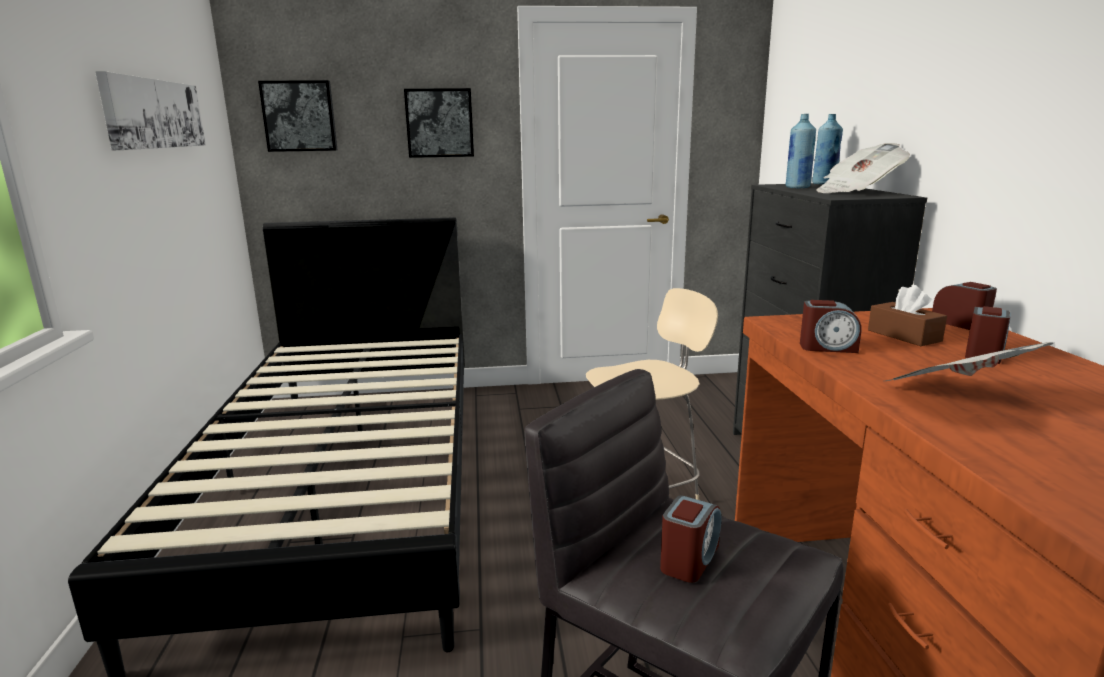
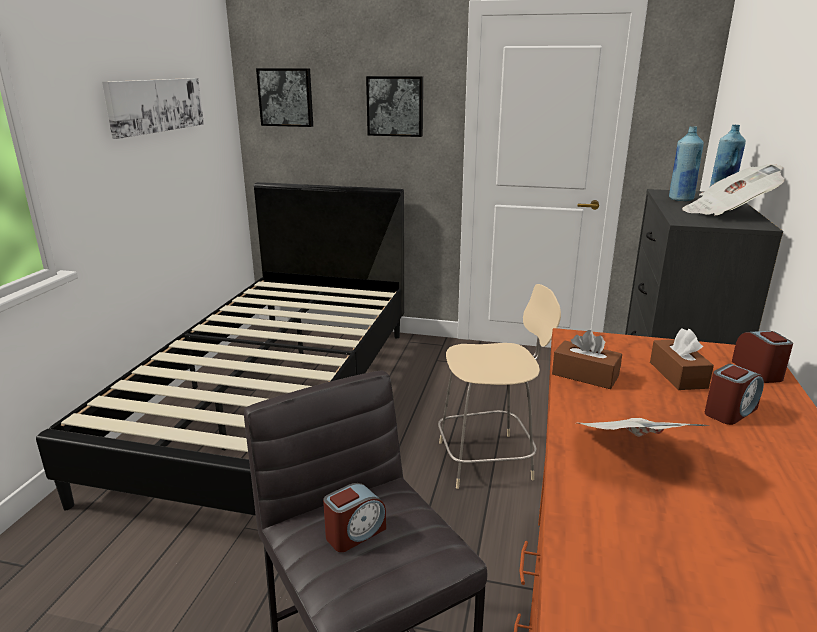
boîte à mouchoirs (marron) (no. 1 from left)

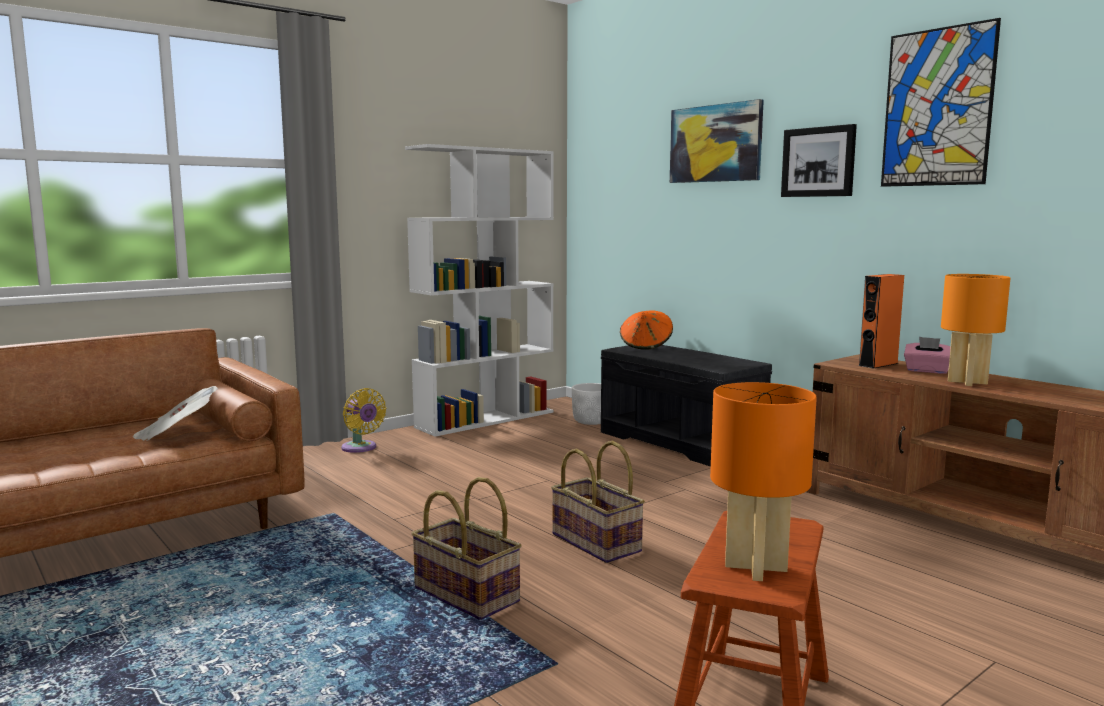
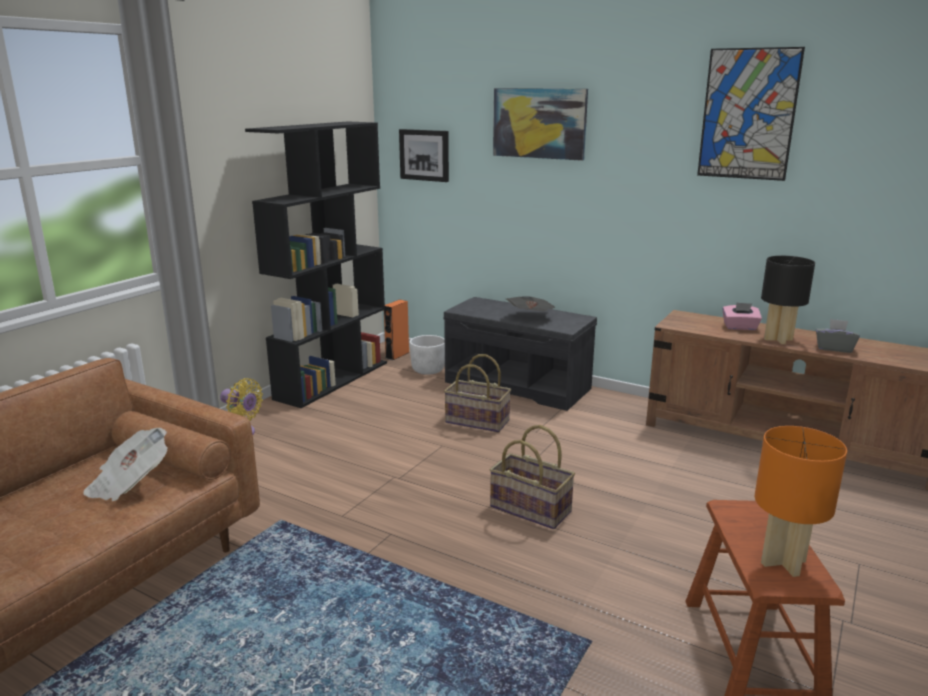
bibliothèque (noir)
panier (no. 1 from left)
chapeau (orange)
tableau (no. 1 from left)
enceinte (orange)
lampe de table (noir)
journal (no. 2 from left)
boîte à mouchoirs (gris)

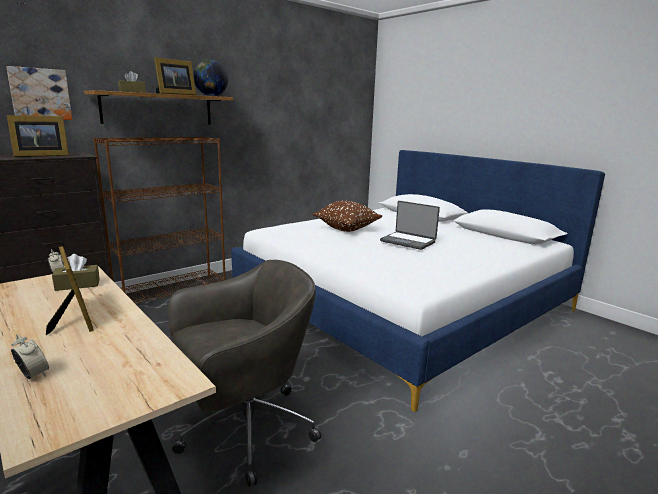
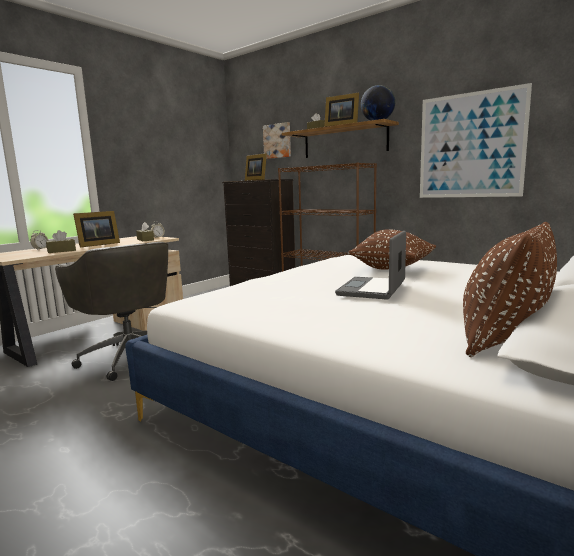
boîte à mouchoirs (marron) (no. 1 from left)
tableau (no. 2 from left)
coussin (marron) (no. 2 from left)

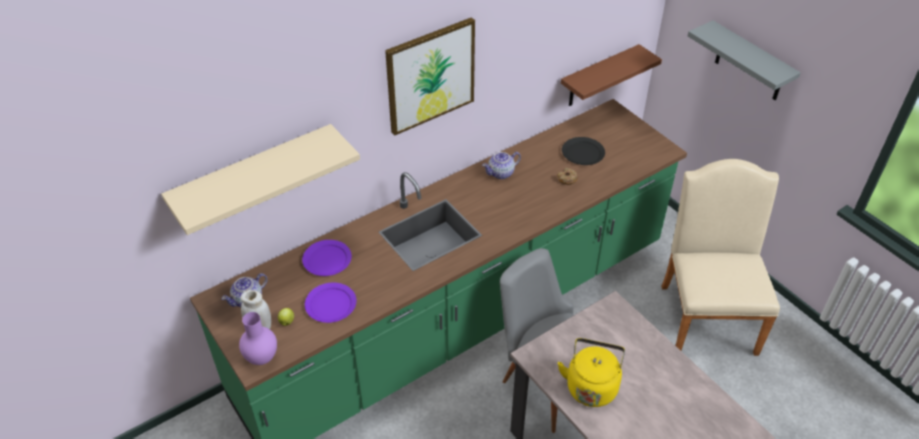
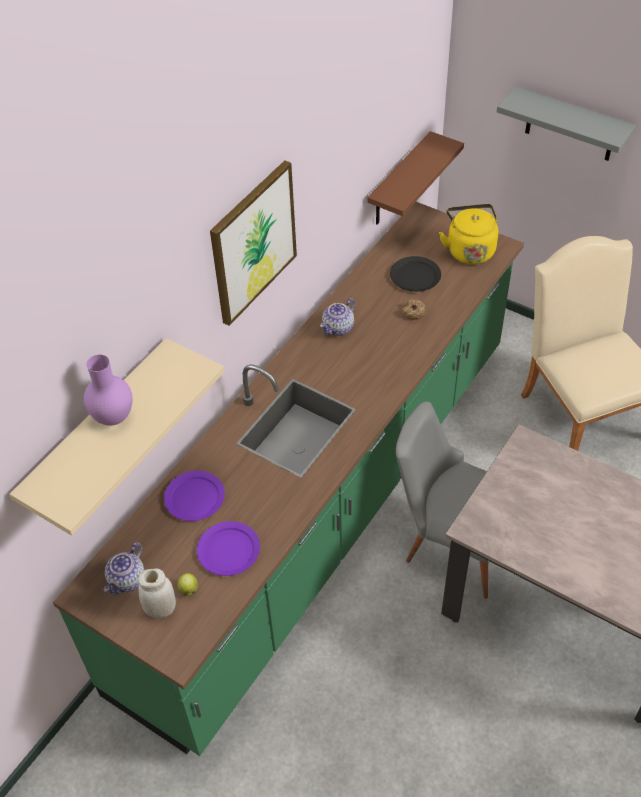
vase (violet)
bouilloire (jaune)

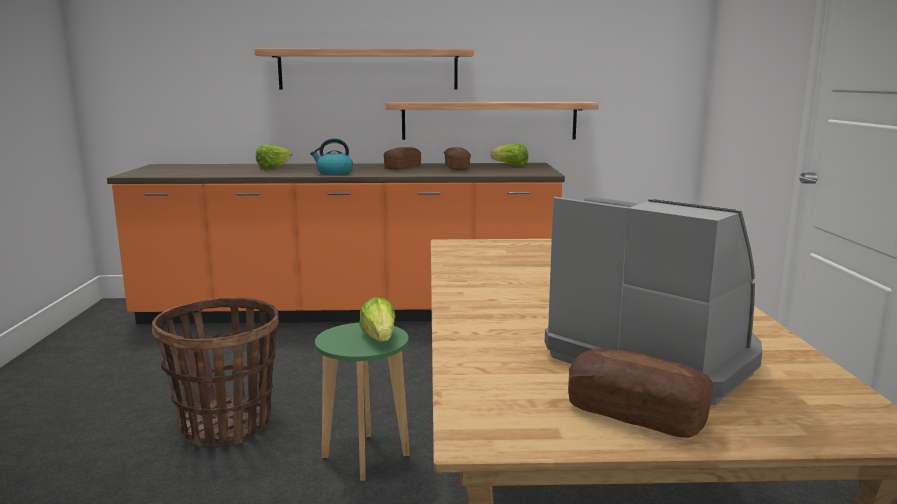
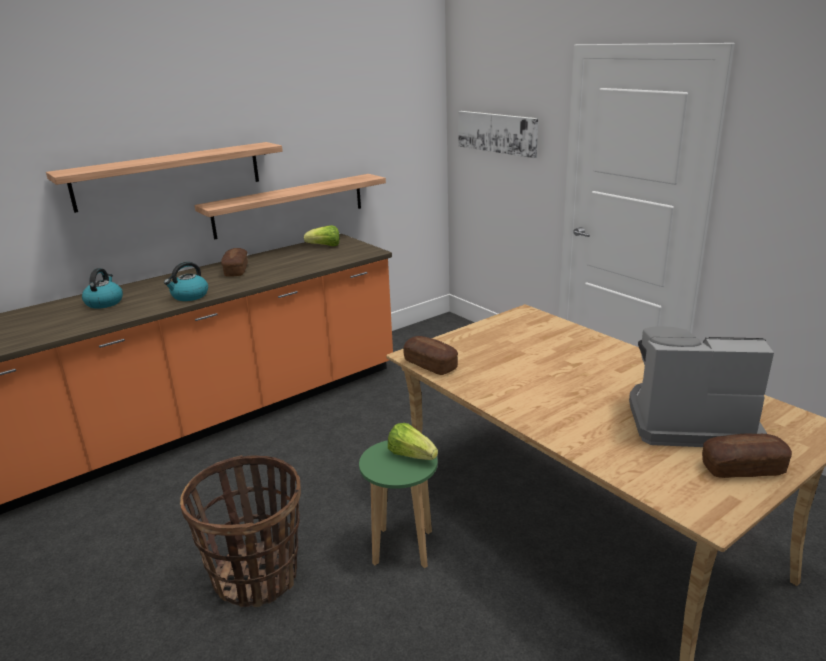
bouilloire (no. 1 from left)
pain (no. 2 from left)
tableau

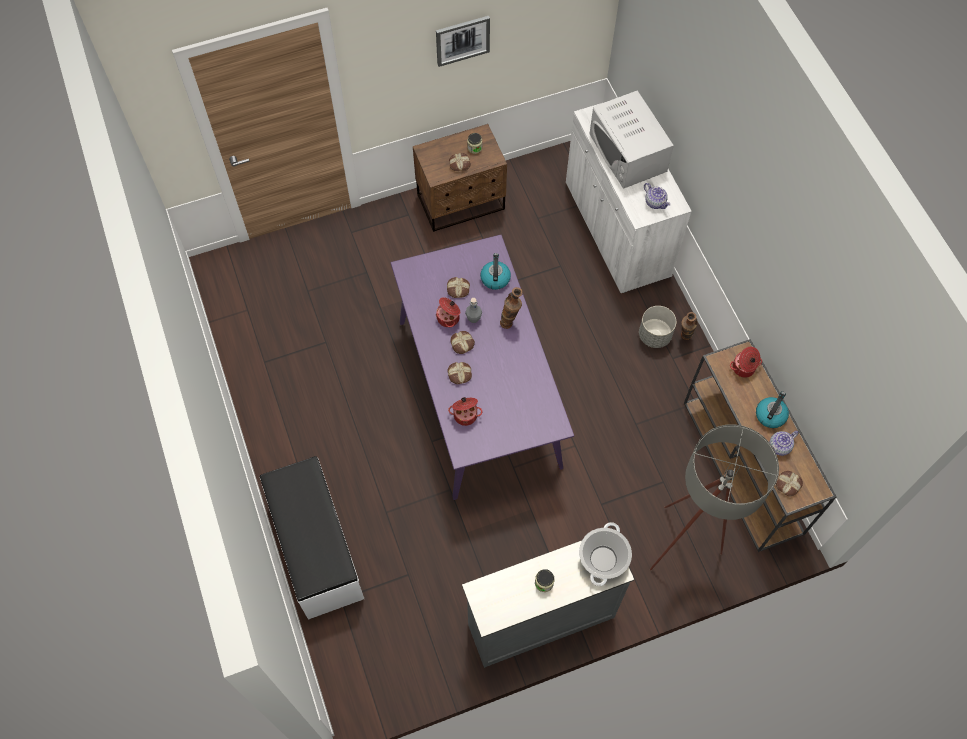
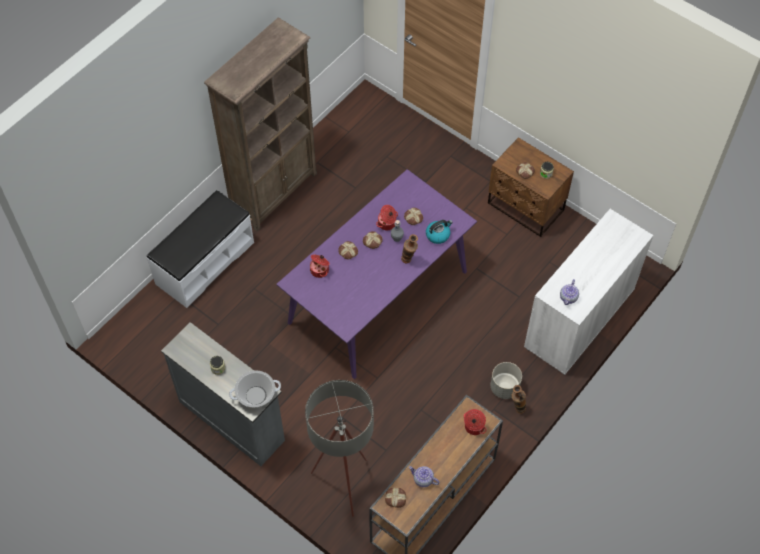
tableau
micro-ondes (blanc)
bouilloire (no. 2 from left in the first image)
bibliothèque (marron)

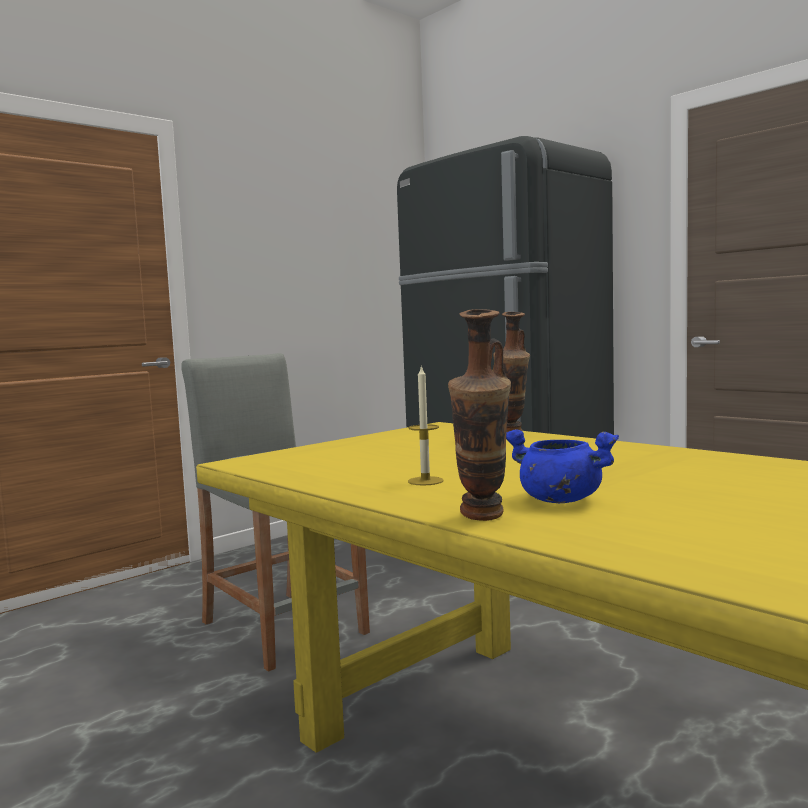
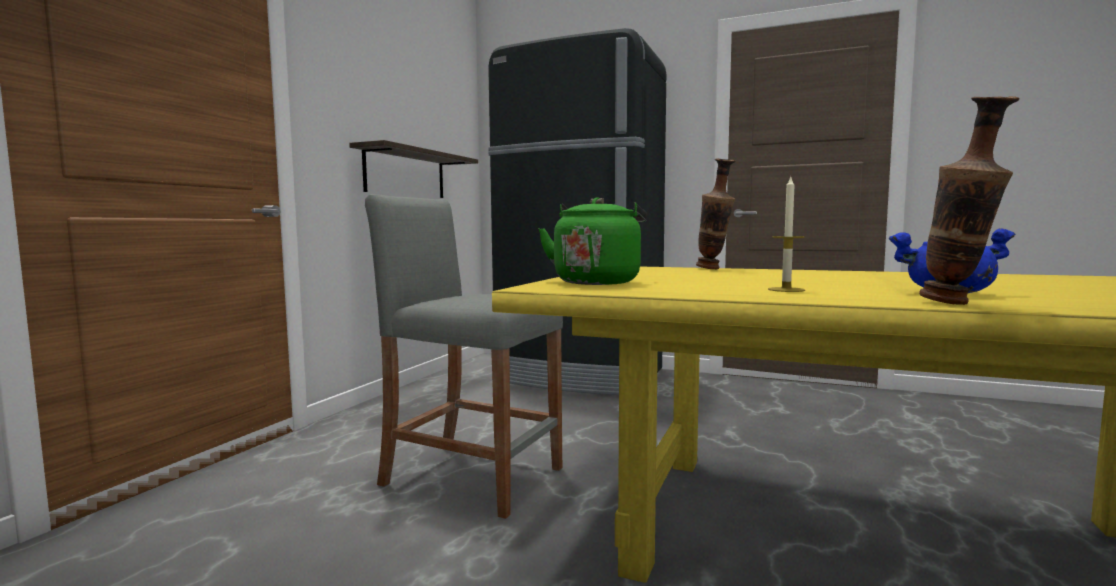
étagère
bouilloire (vert)

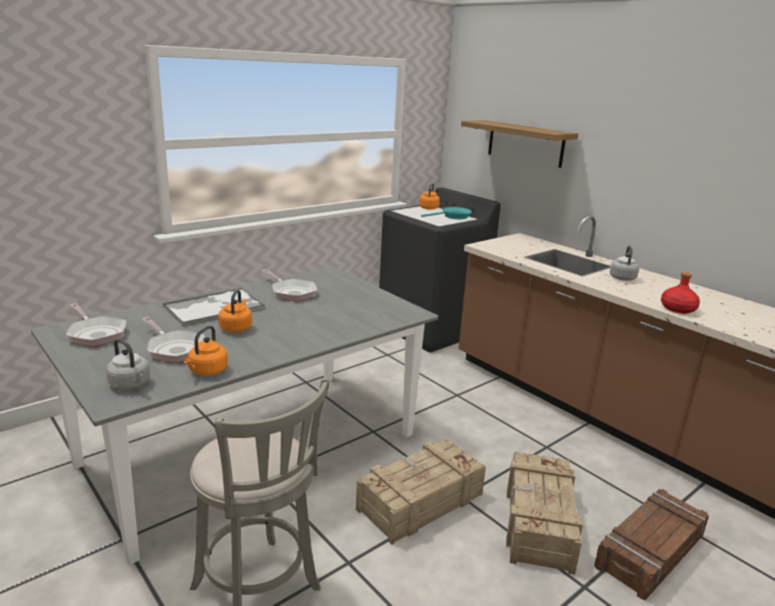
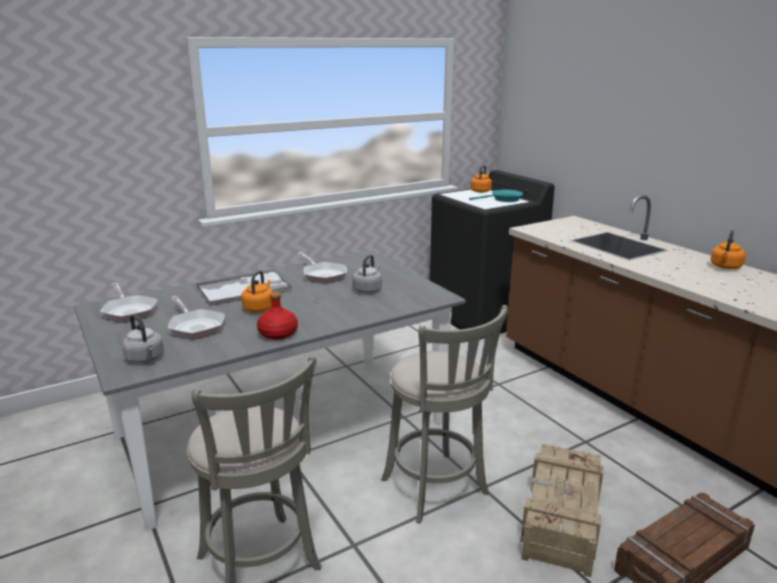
bouilloire (orange) (no. 3 from left)
tabouret (gris) (no. 2 from left)
étagère
bouilloire (gris) (no. 2 from left)
bouteille (rouge)

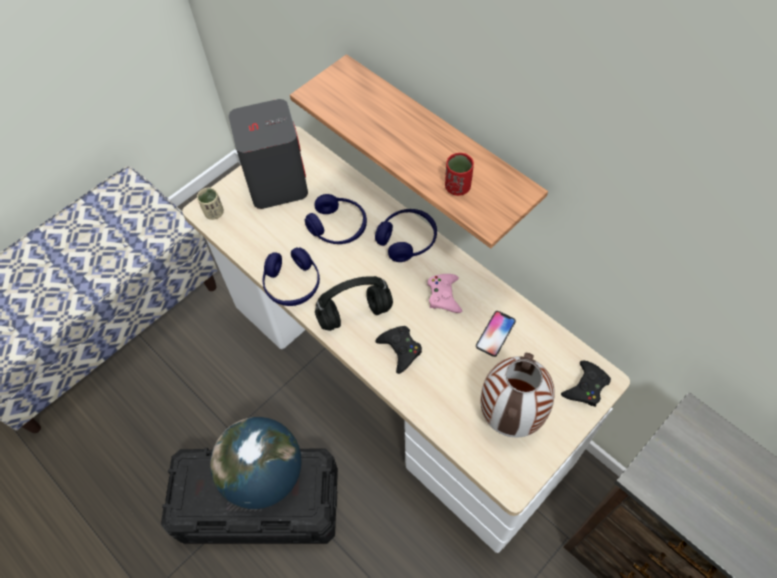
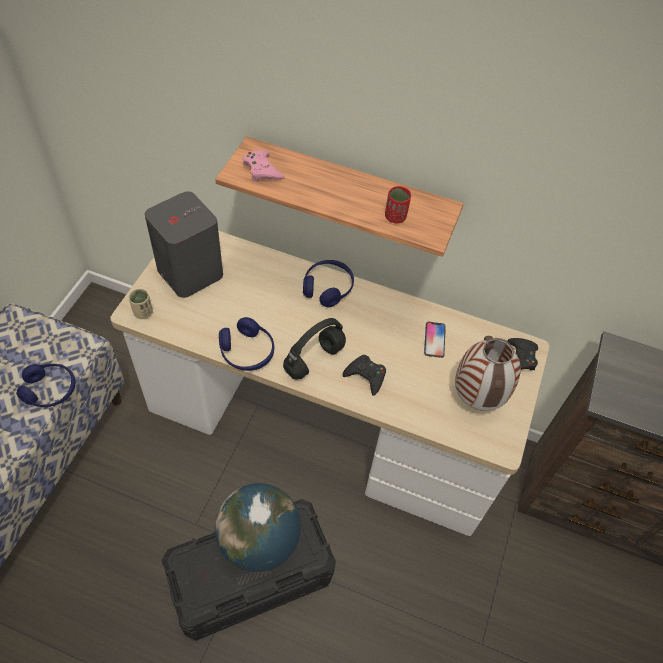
casque audio (bleu) (no. 1 from left)
manette (rose)

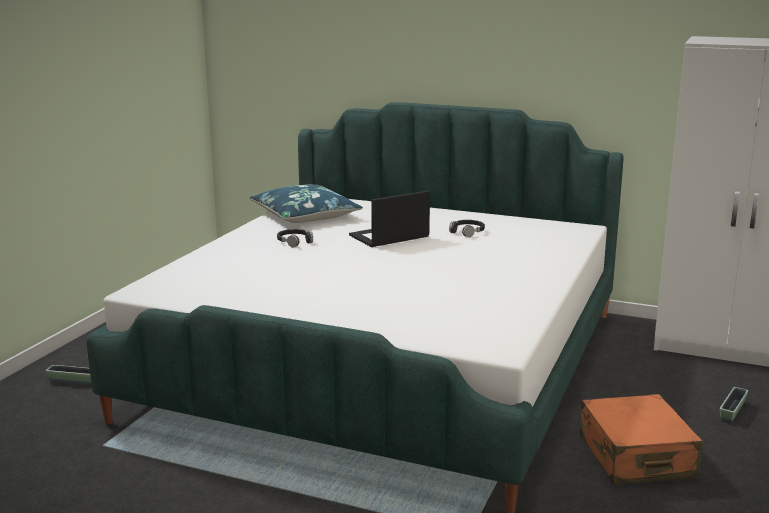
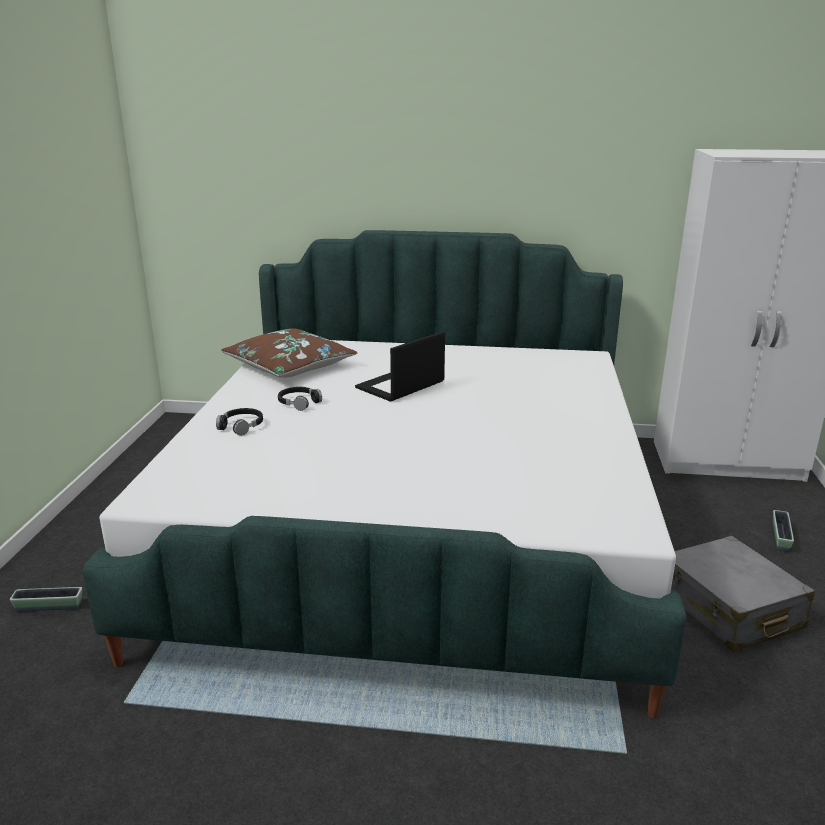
coussin (marron)
casque audio (noir) (no. 1 from left)
valise (gris)

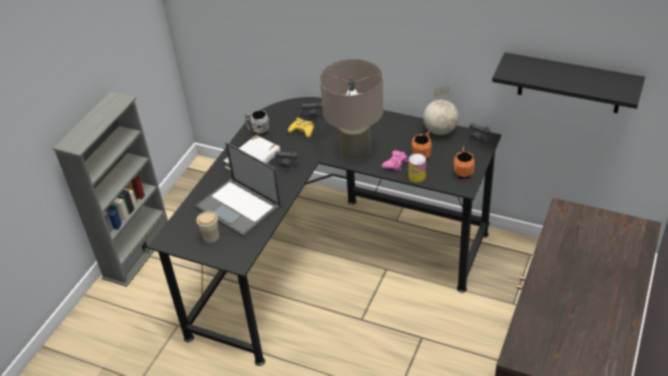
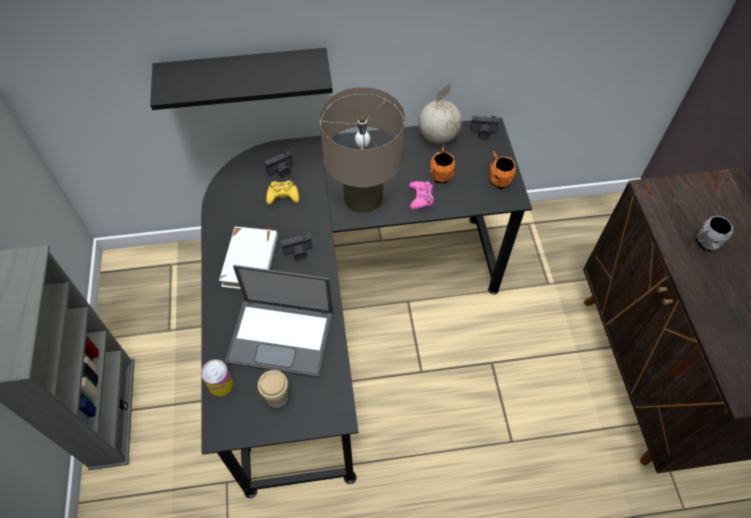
mug (gris)
boîte métallique
étagère (noir)

